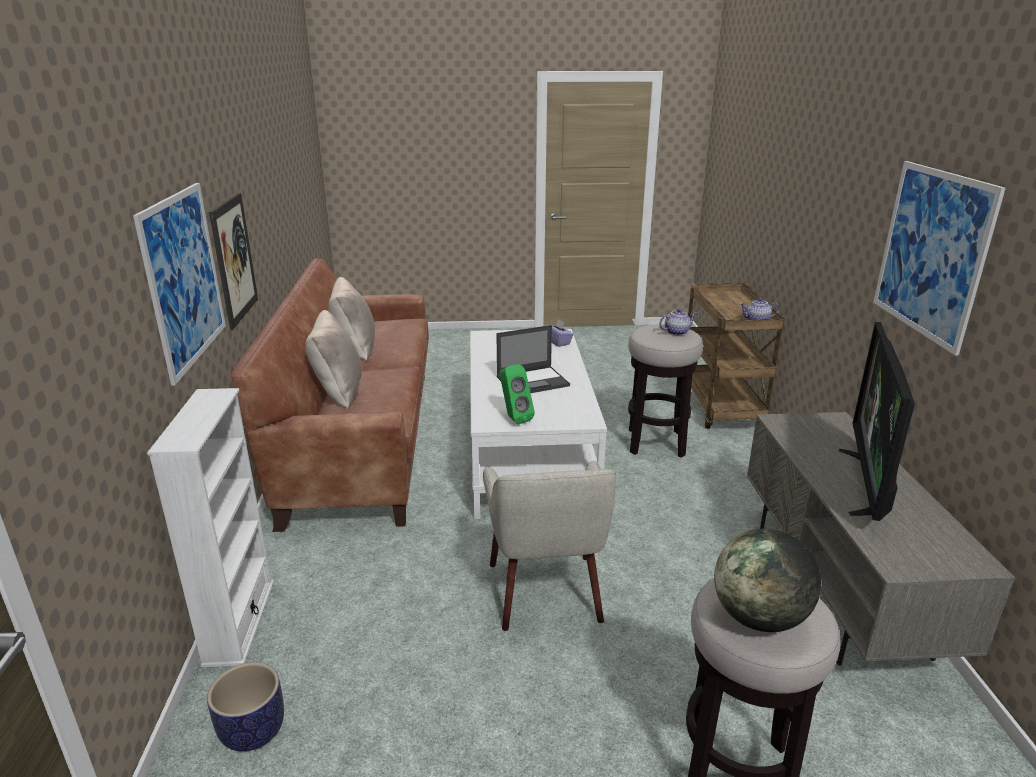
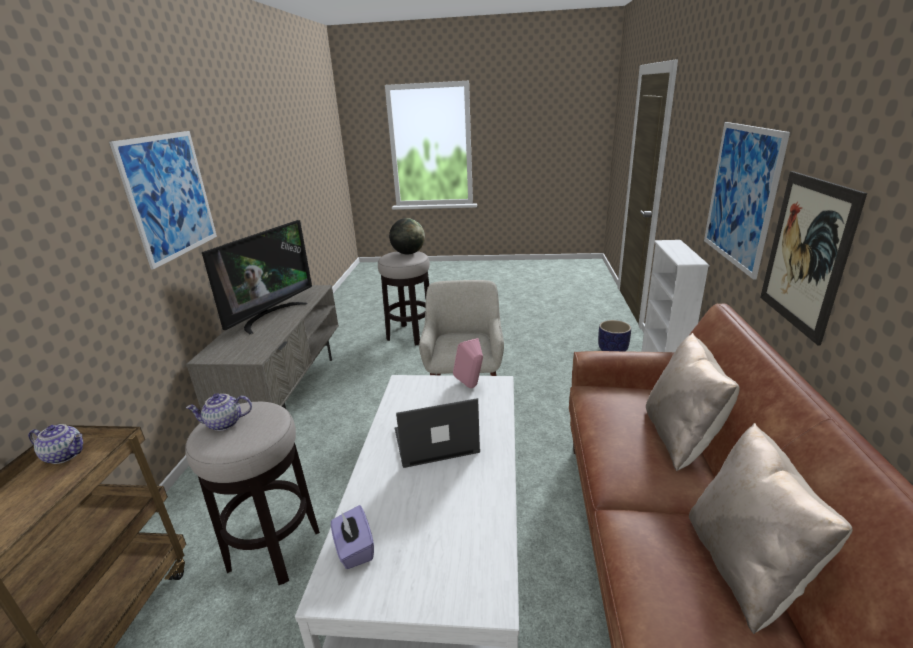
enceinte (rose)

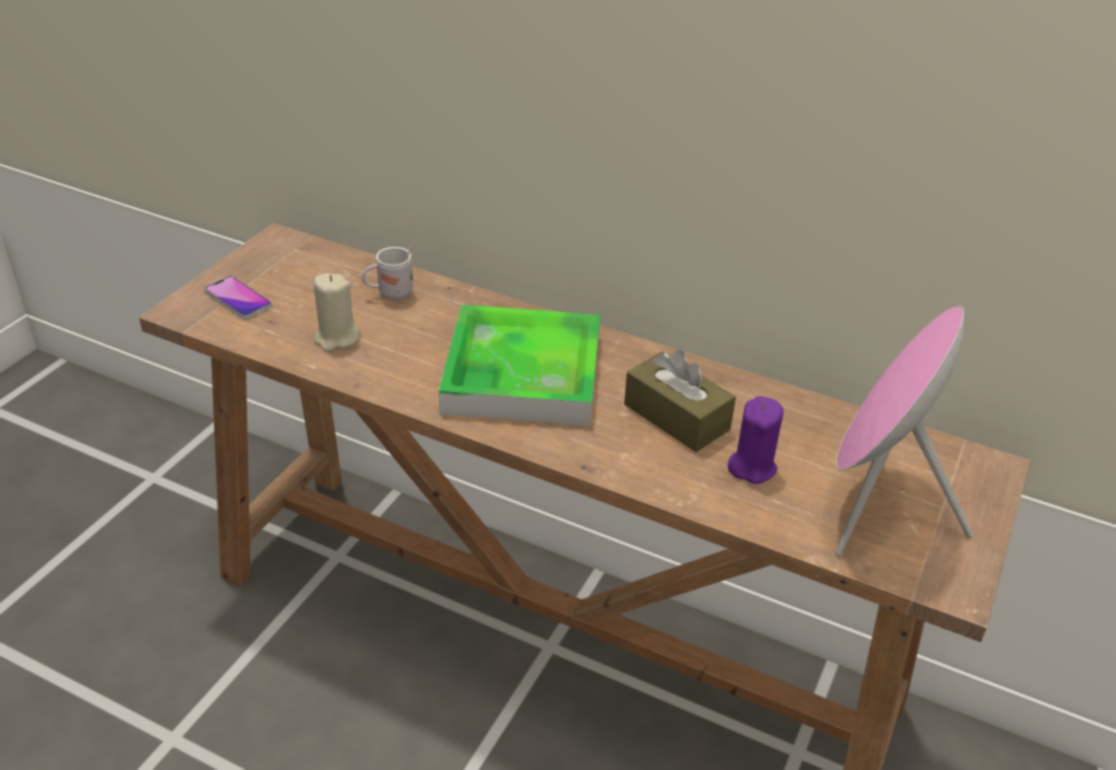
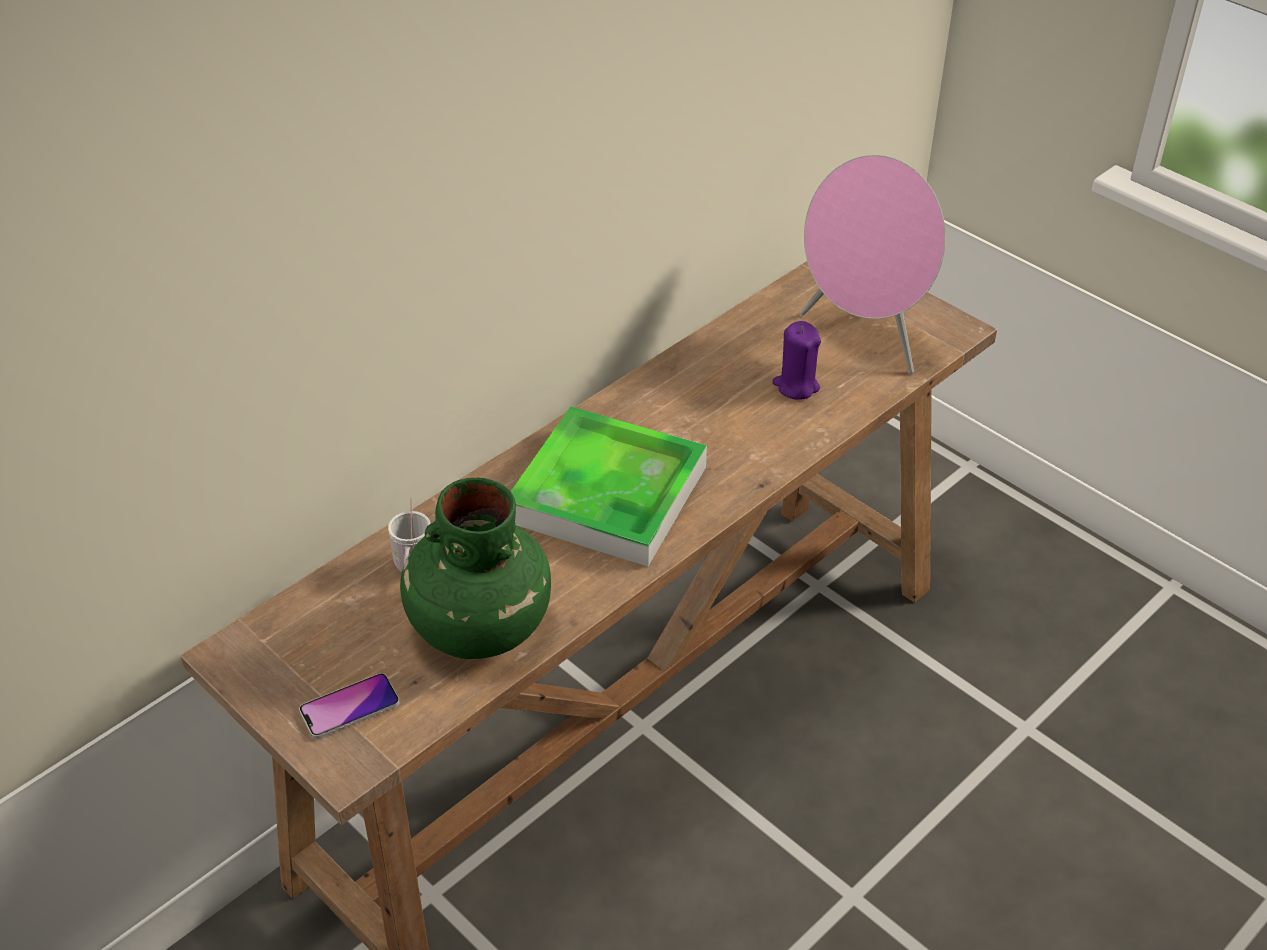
vase (vert)
boîte à mouchoirs (marron)

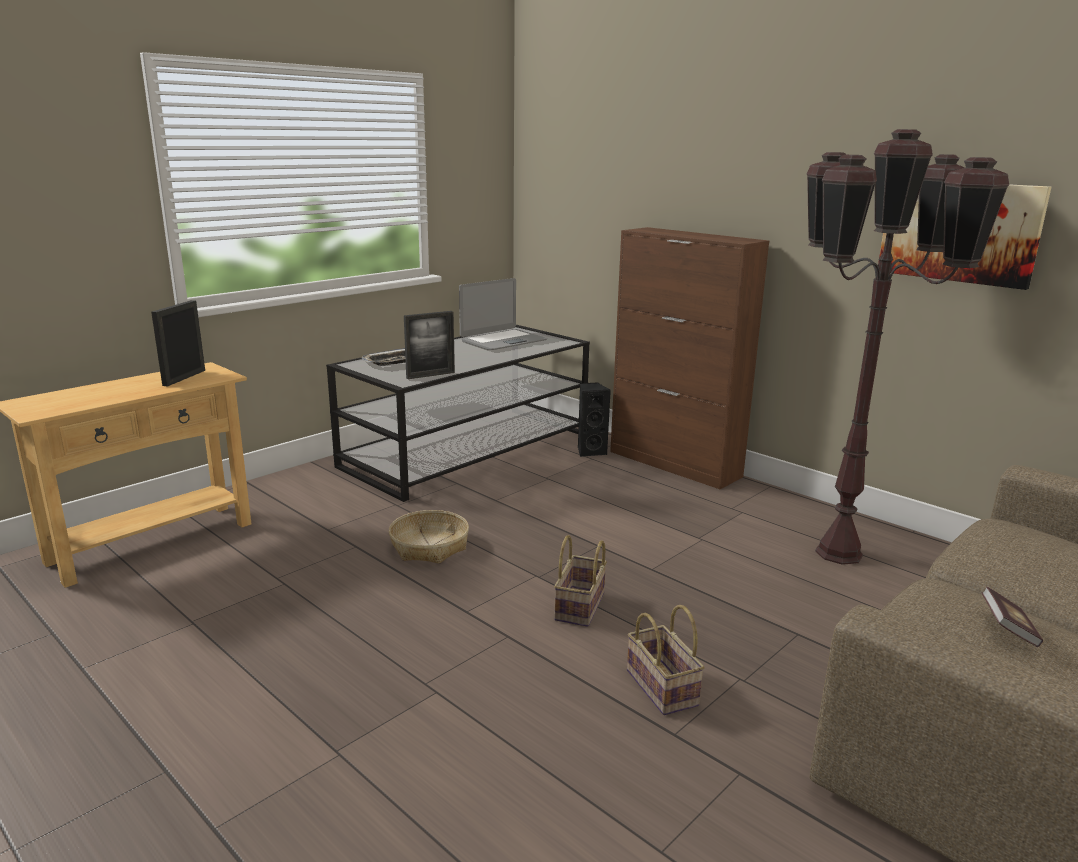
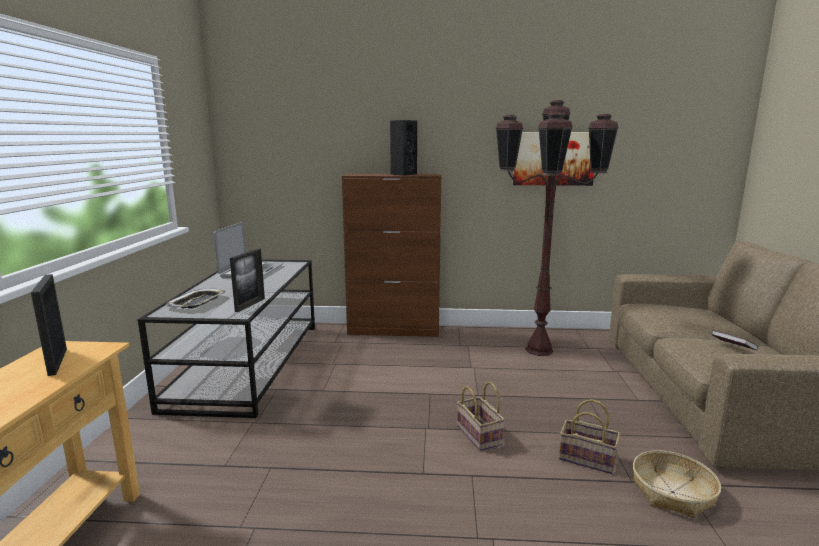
panier (no. 3 from left)
enceinte (noir)

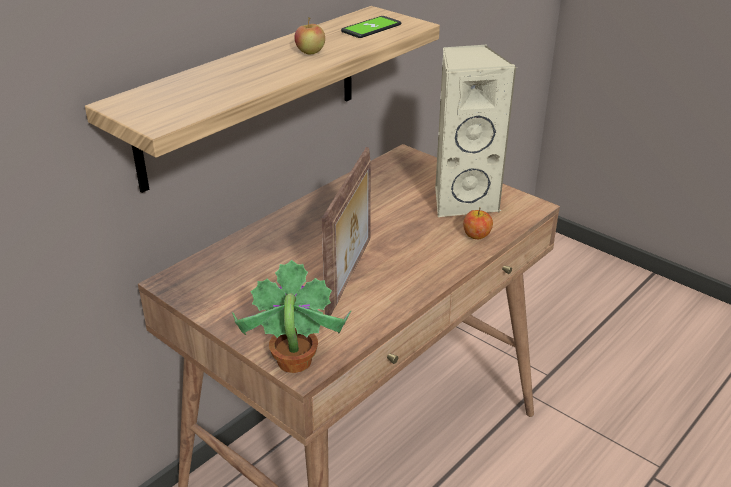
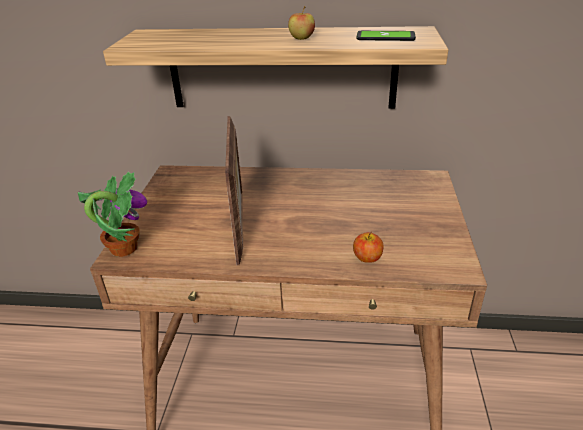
cadre photo
enceinte (beige)

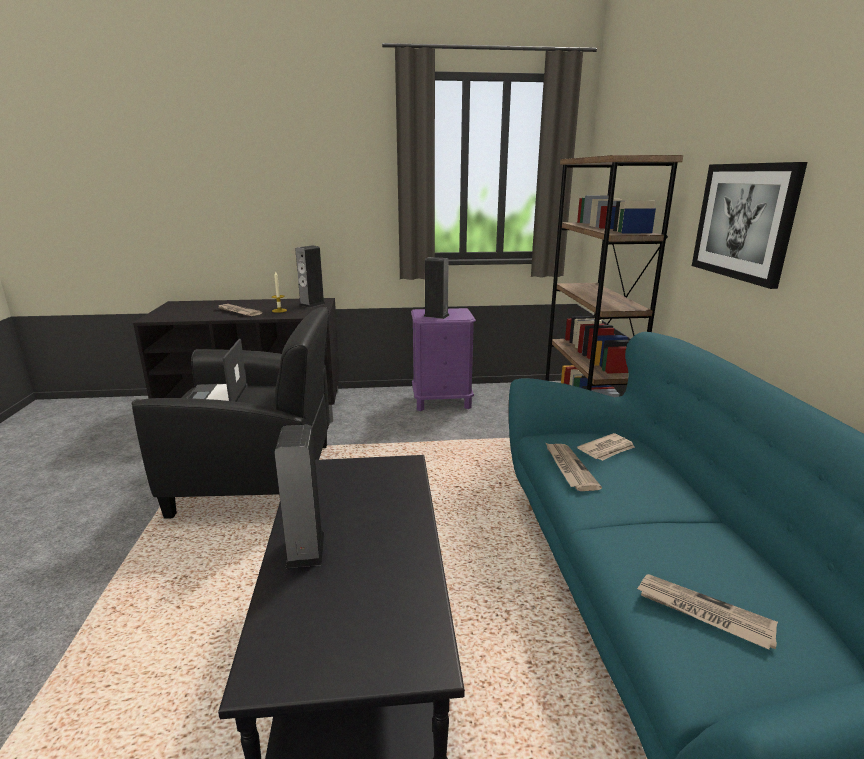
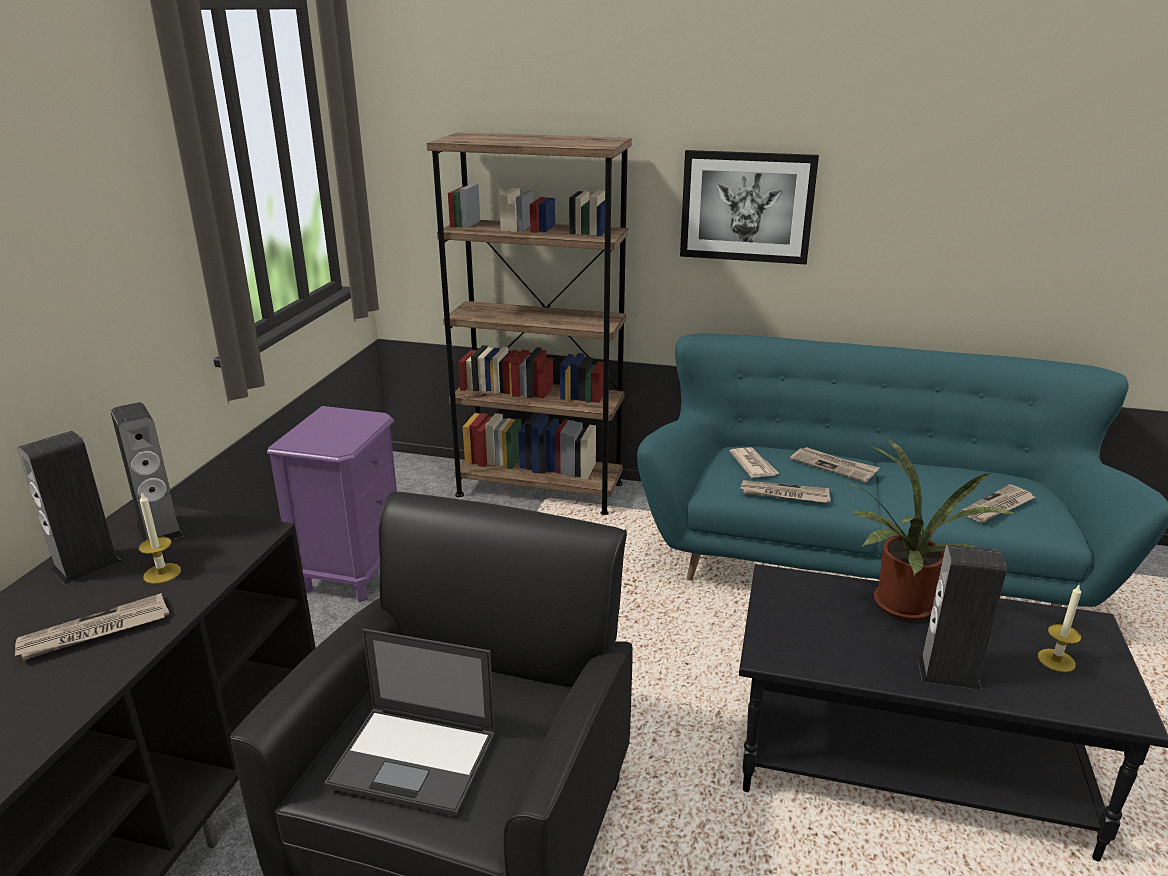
enceinte (no. 1 from left)
journal (no. 4 from left)
plante en pot
bougie (no. 2 from left)

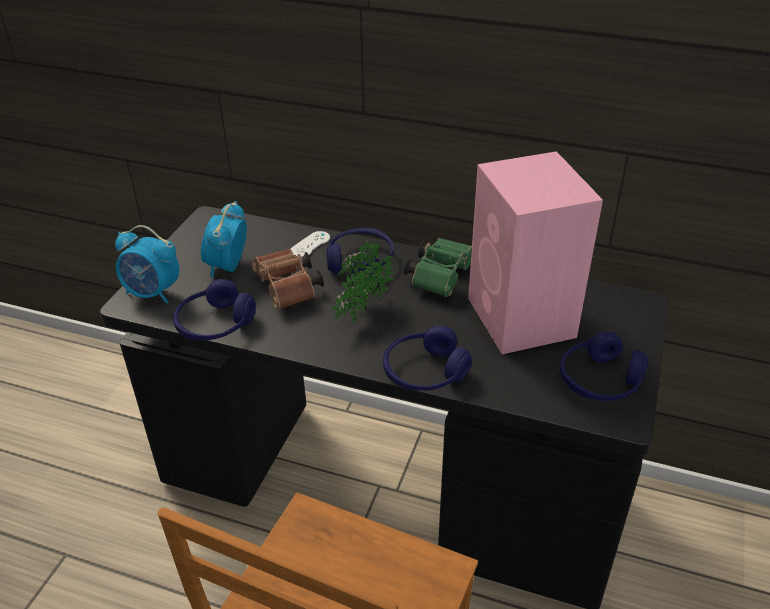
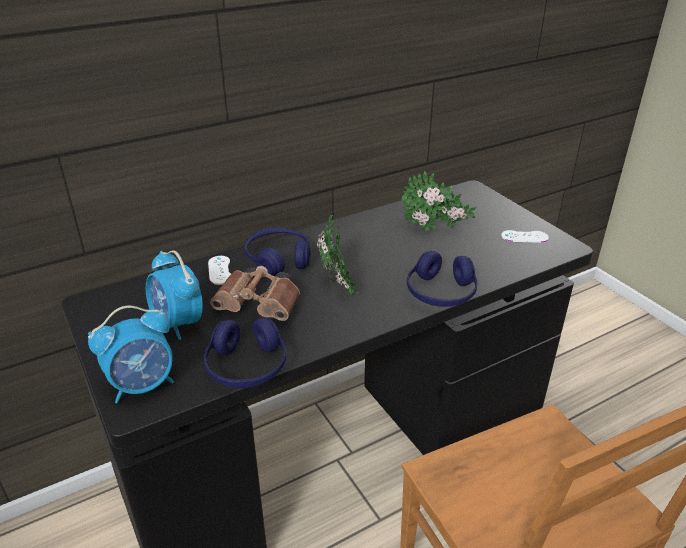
jumelles (vert)
plante en pot (no. 2 from left)
manette (blanc) (no. 2 from left)

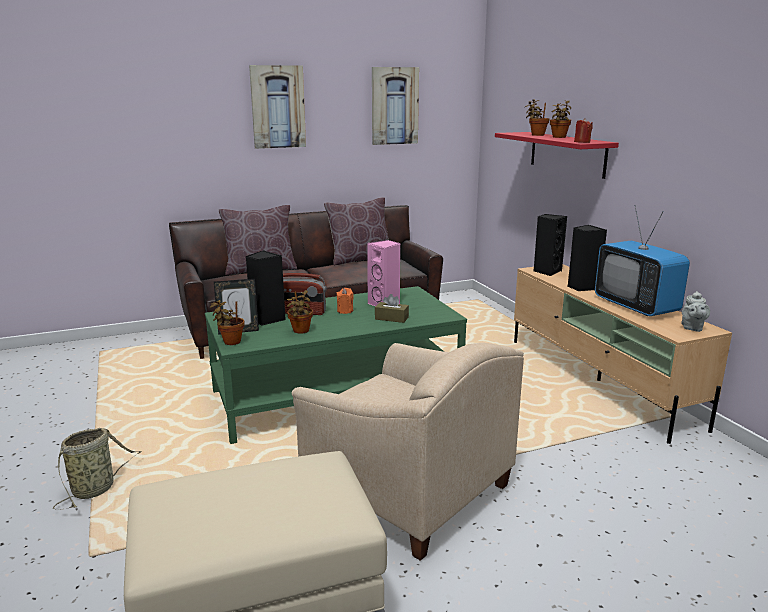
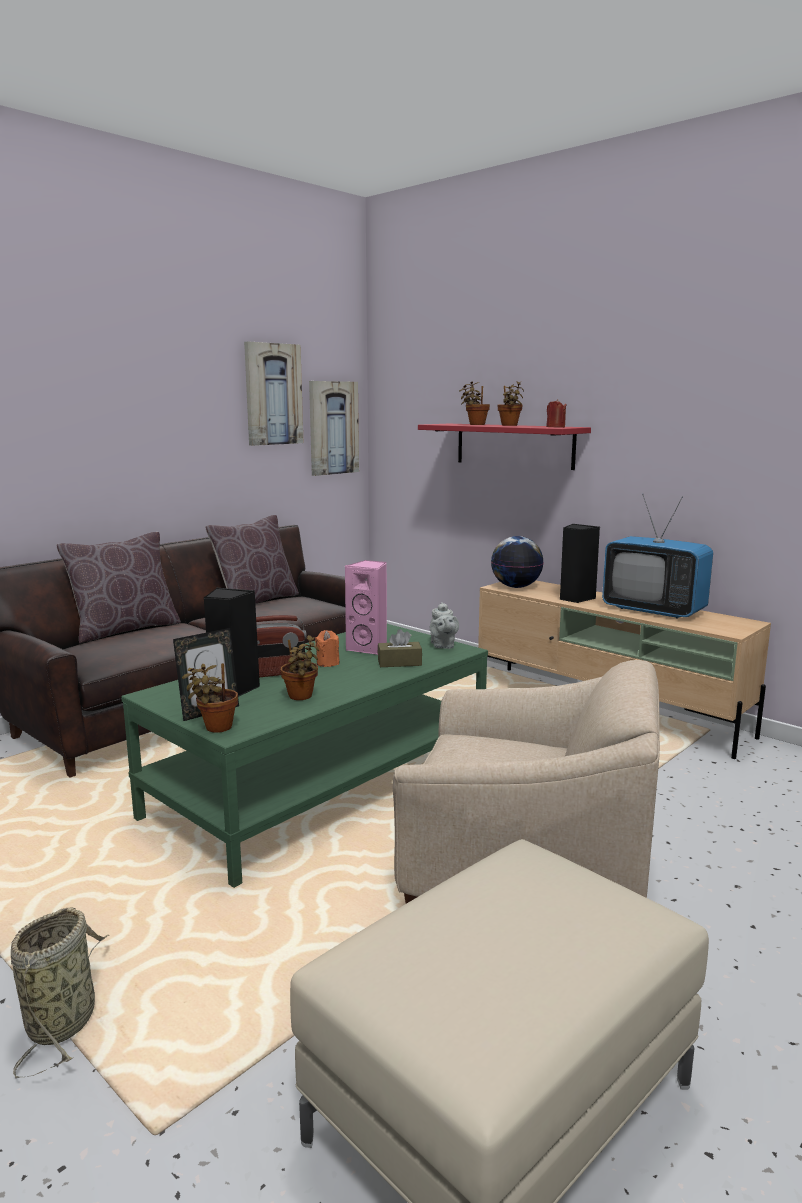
tableau (no. 2 from left)
globe
théière (gris)

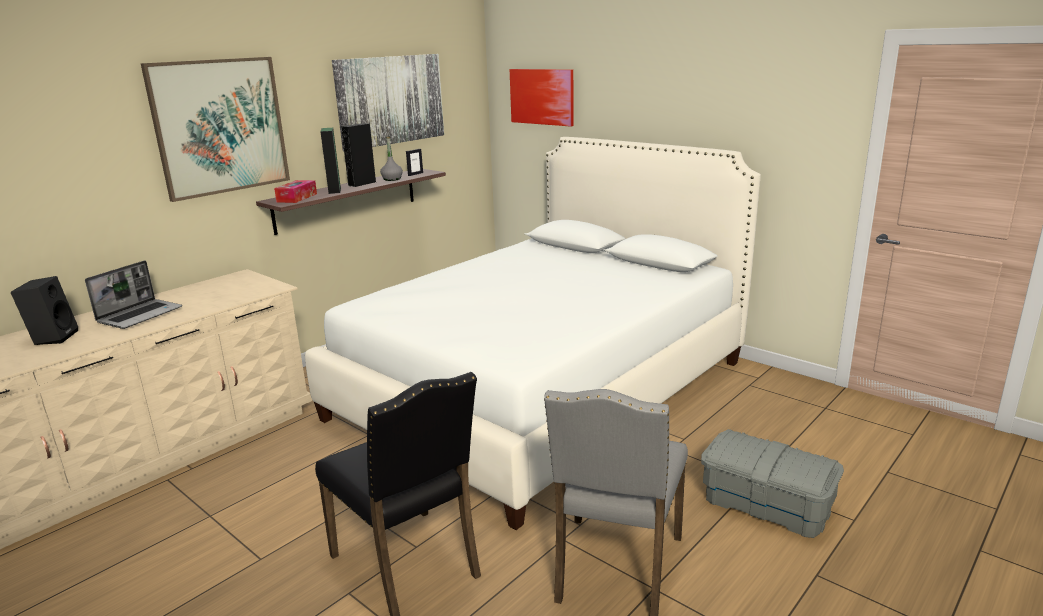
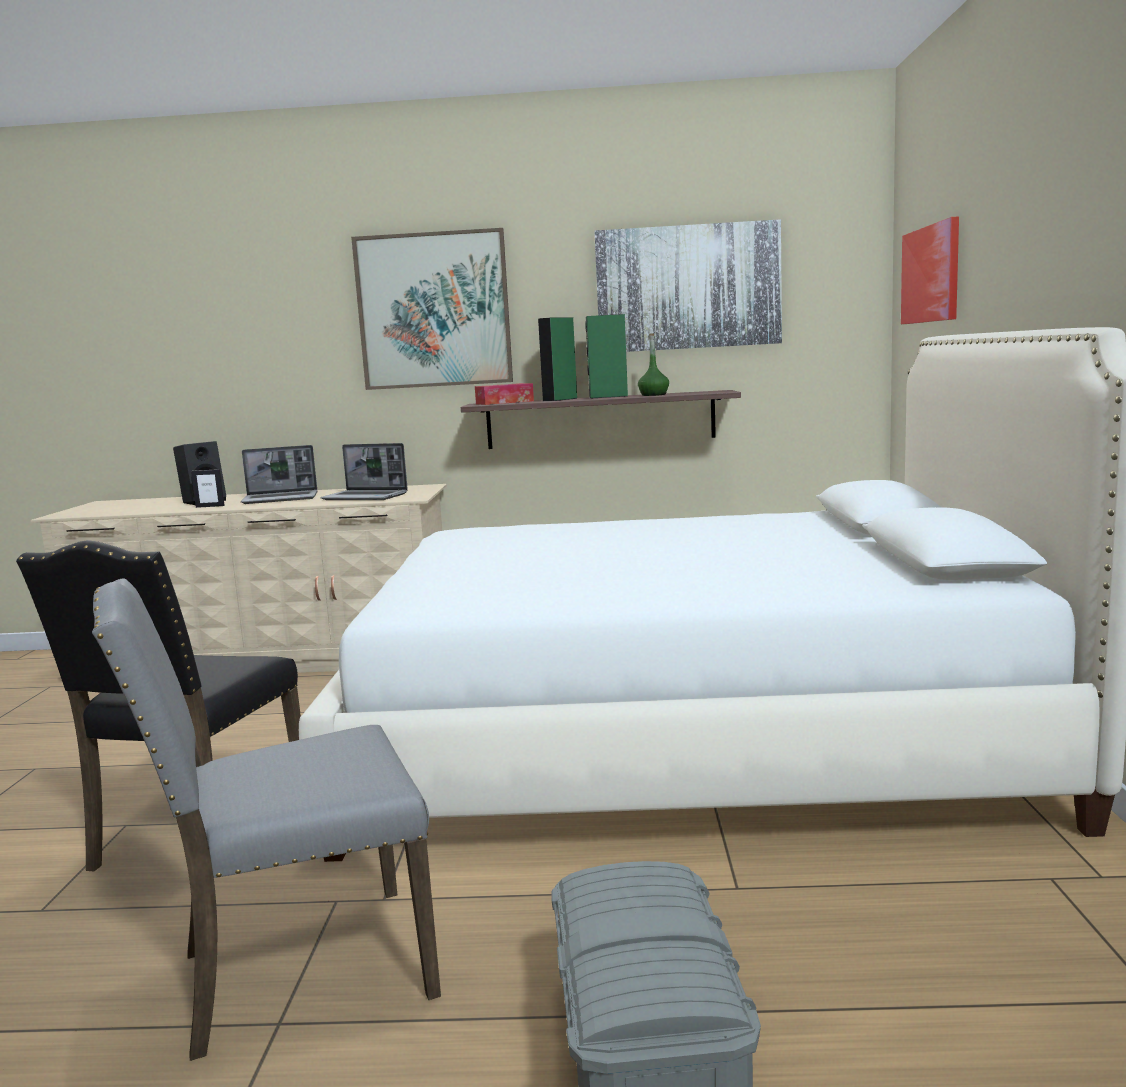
enceinte (vert) (no. 2 from left)
bouteille (vert)
cadre photo
ordinateur portable (no. 2 from left)

